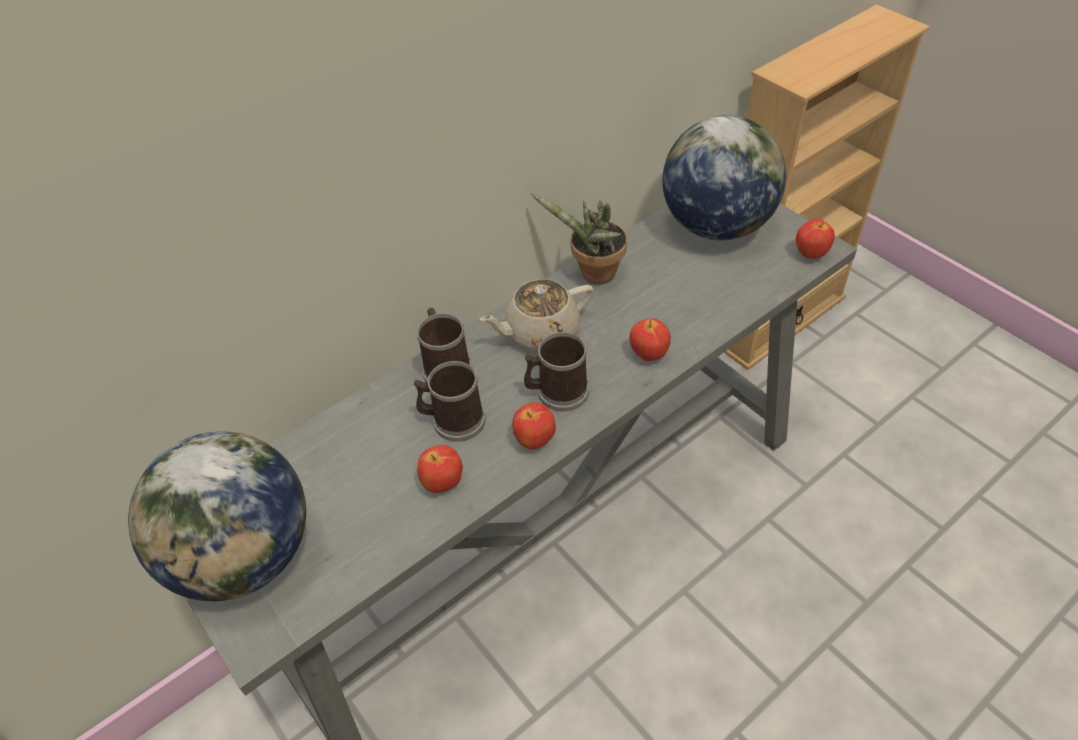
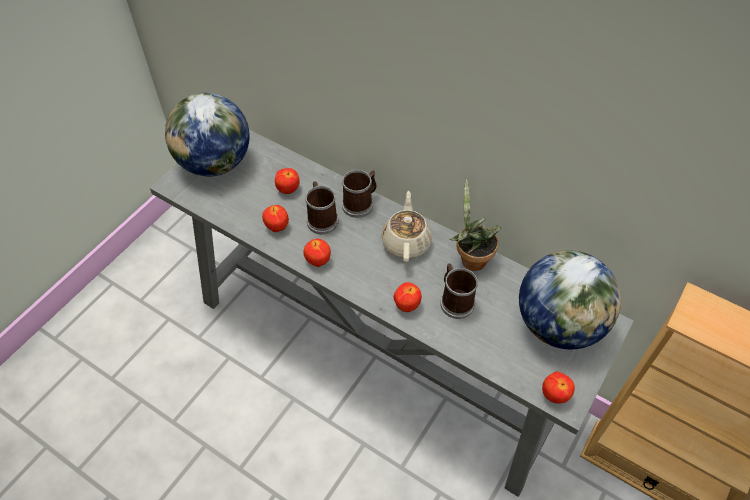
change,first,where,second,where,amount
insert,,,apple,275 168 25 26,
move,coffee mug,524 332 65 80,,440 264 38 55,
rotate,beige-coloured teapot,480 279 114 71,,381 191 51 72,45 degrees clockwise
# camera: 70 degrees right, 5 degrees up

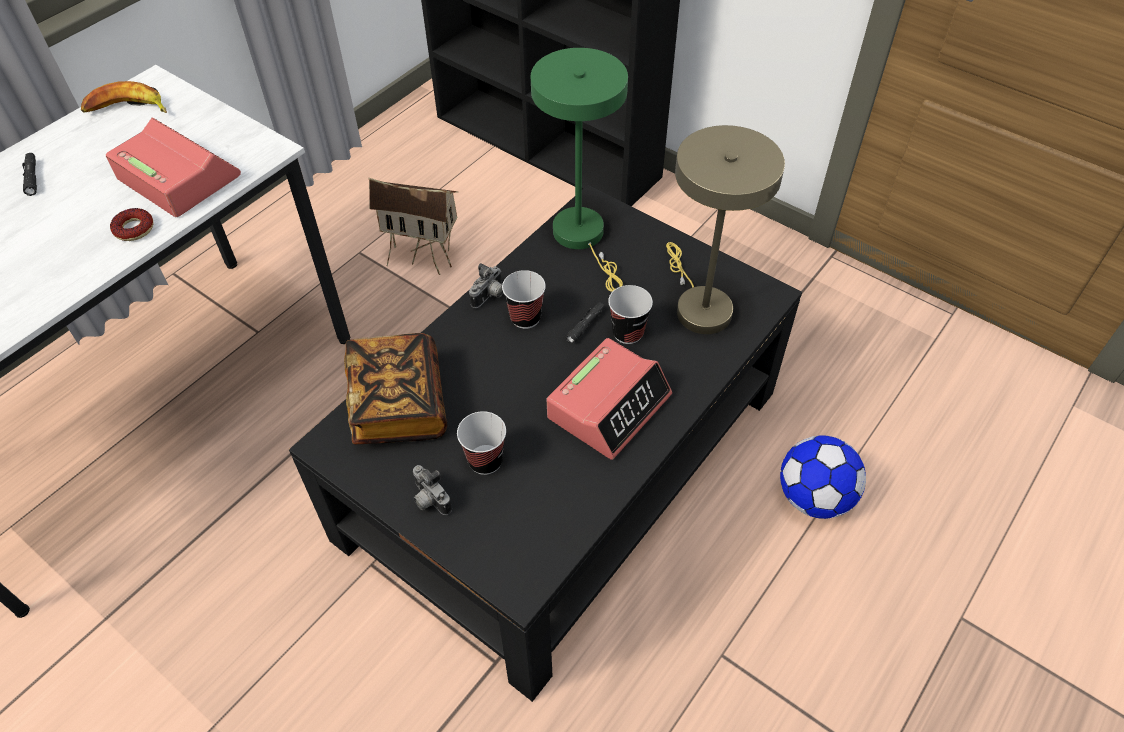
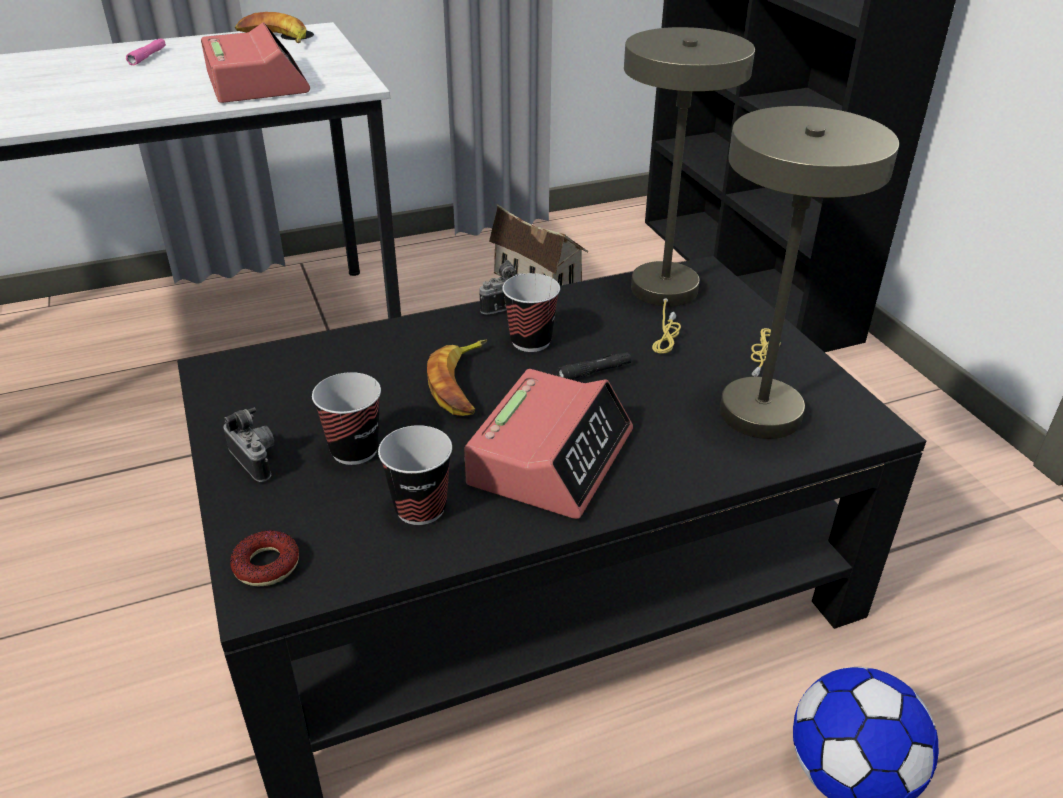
change,first,where,second,where,amount
delete,book,344 333 103 111,,,
insert,,,banana fruit,427 339 60 77,
move,ring doughnut,110 208 43 33,,230 530 69 56,
move,drinking cup,608 285 45 59,,378 425 74 100,
recolor,black hand torch,22 153 15 43,pinkish hand torch,126 38 40 27,
recolor,green-coloured table lamp,530 48 98 244,beige-coloured table lamp,624 27 131 327,
rotate,still camera,413 465 39 50,,223 407 52 75,150 degrees clockwise
rotate,bedside clock,547 338 125 122,,464 369 169 150,45 degrees counterclockwise
# camera: 30 degrees right, 15 degrees down

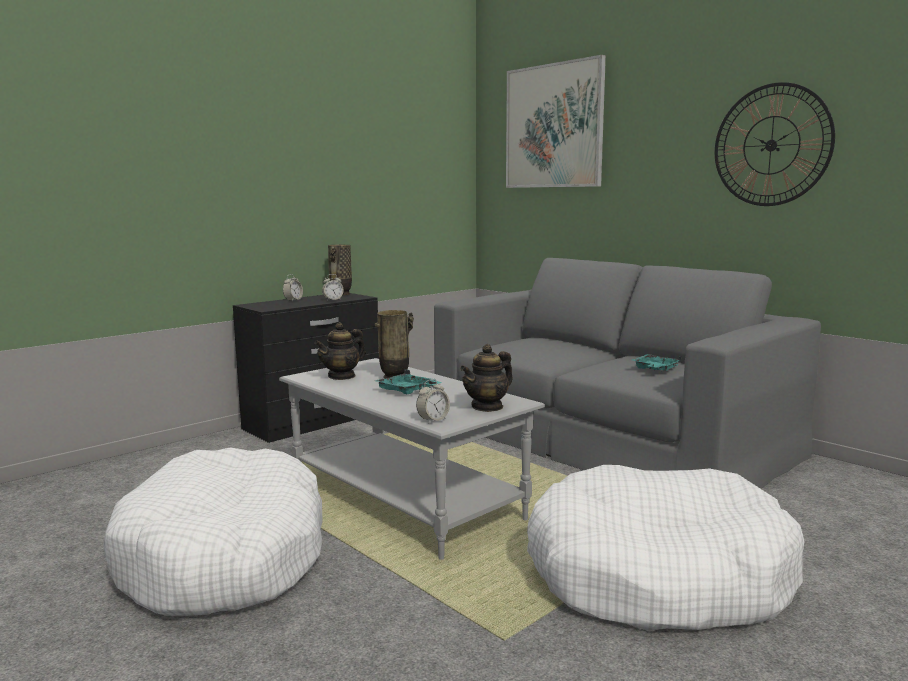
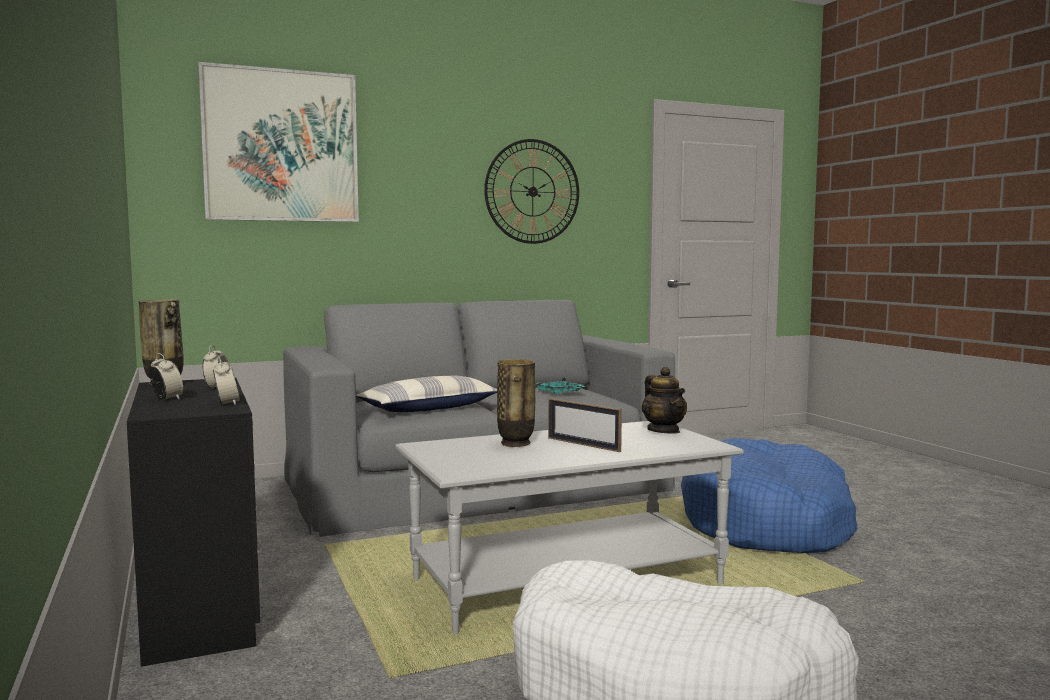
change,first,where,second,where,amount
delete,teapot,314 322 52 58,,,
insert,,,pillow,356 376 141 36,
move,bedside clock,416 379 34 45,,213 356 27 49,
replace,blue-green serving tray,375 369 67 25,picture frame,548 398 74 54,
recolor,whitish pet bed,527 465 278 166,blue-coloured pet bed,681 437 177 116,
# camera: 70 degrees left, 5 degrees down

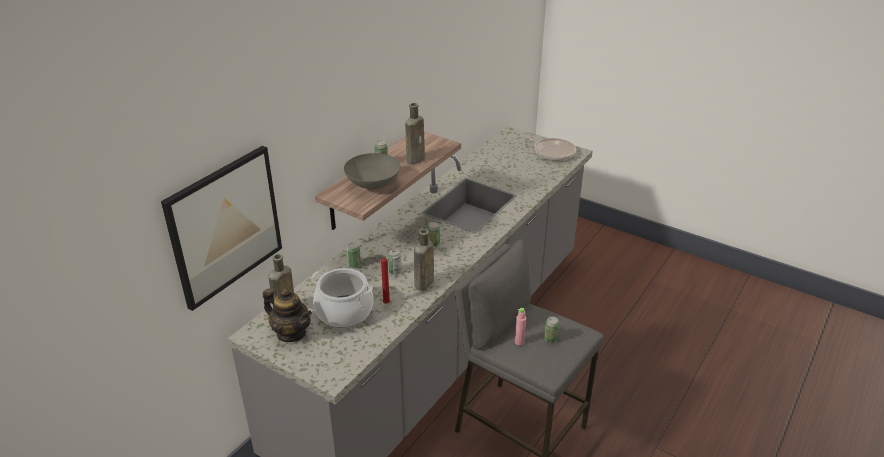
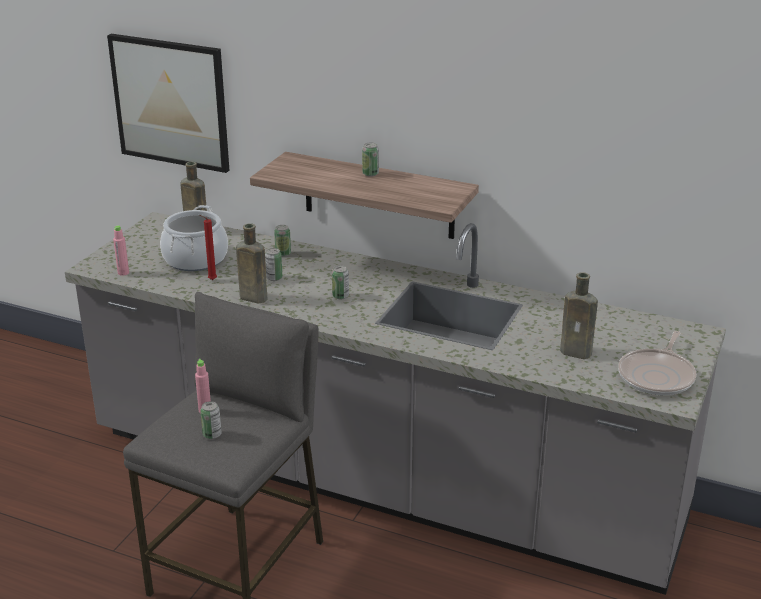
change,first,where,second,where,amount
delete,teapot,263 288 49 54,,,
delete,gray deep dish,344 153 57 37,,,
insert,,,pinkish bottle,113 225 16 51,
move,brown-coloured bottle,405 103 20 61,,560 272 38 87,
# camera: 80 degrees right, 5 degrees down

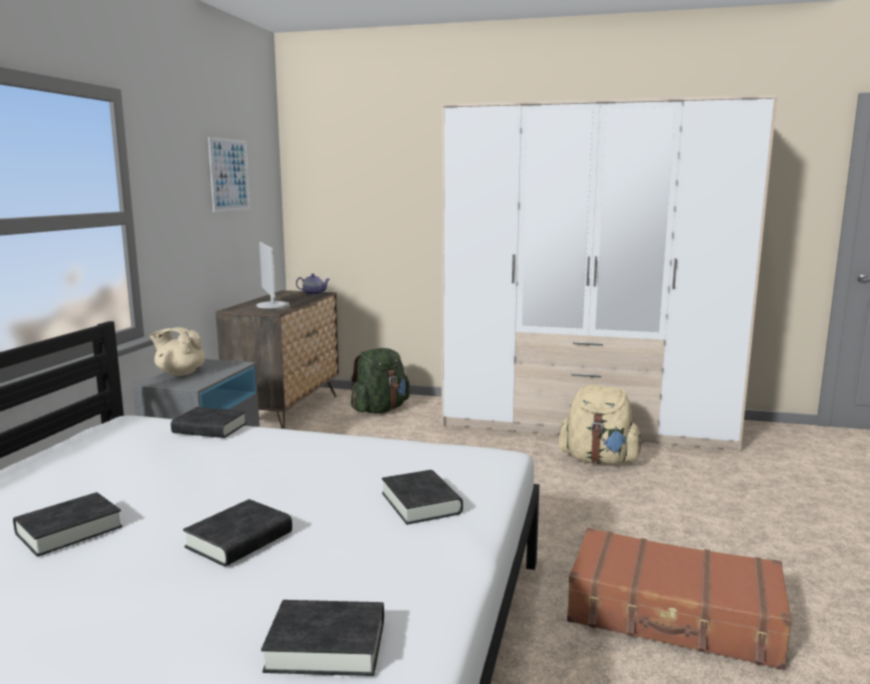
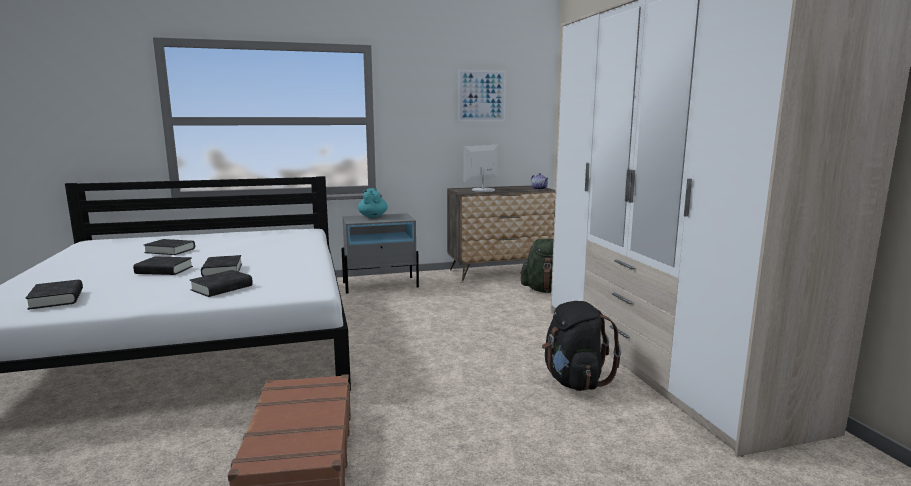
change,first,where,second,where,amount
move,black book,171 407 76 31,,201 255 41 22,
recolor,beige-coloured teapot,149 327 56 49,blue-green teapot,358 188 30 30,
recolor,beige-coloured knapsack,559 385 85 80,black knapsack,542 301 80 90,
# camera: 60 degrees right, 0 degrees up

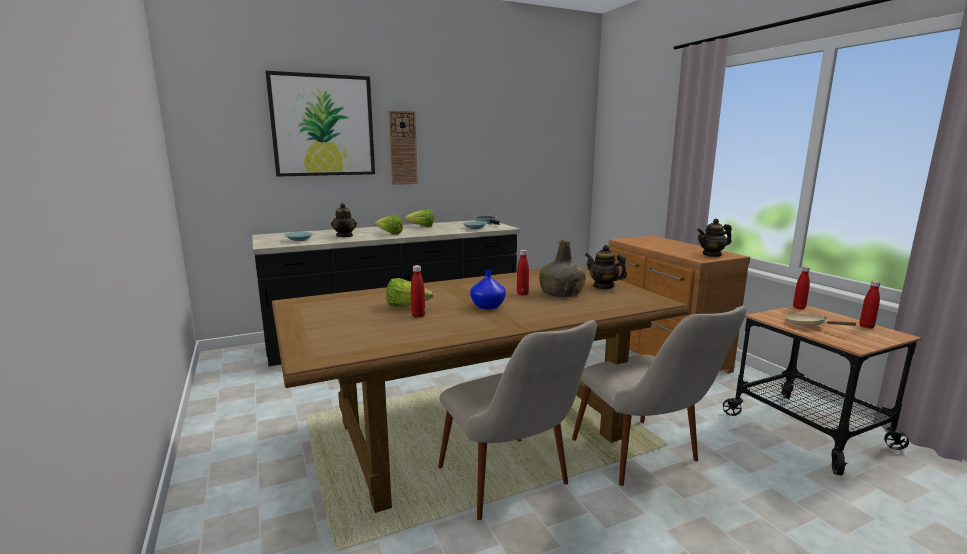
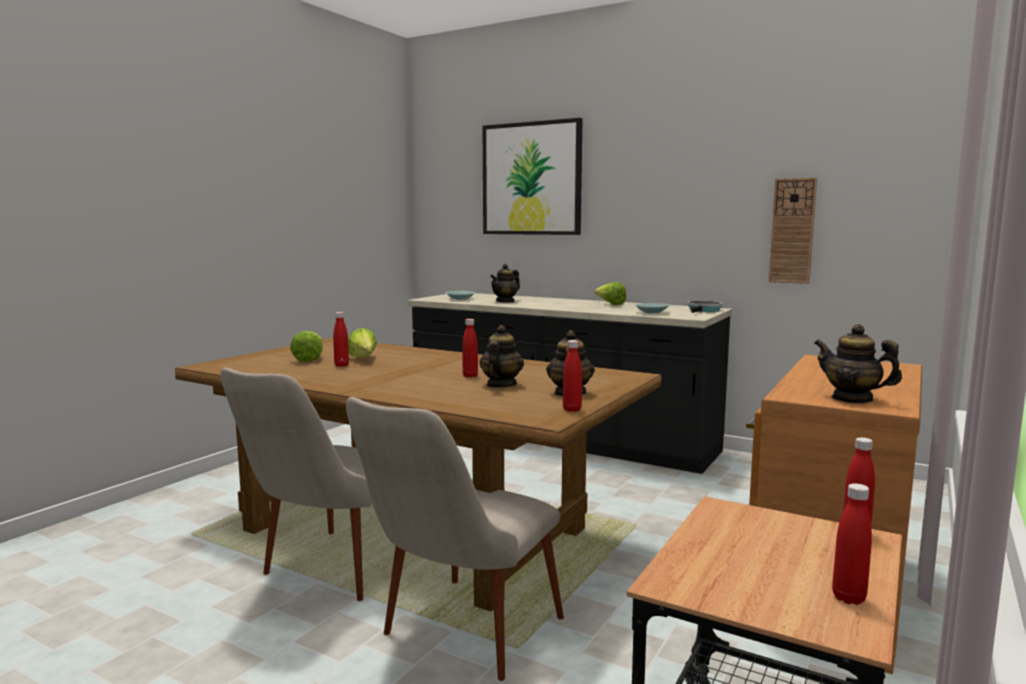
change,first,where,second,where,amount
delete,blue-coloured flower vase,470 270 36 39,,,
delete,beige-coloured skillet,785 314 72 12,,,
insert,,,reddish bottle,563 340 19 72,
move,head of lettuce,375 215 28 20,,290 331 33 31,
move,clock on the wall,389 111 29 74,,769 177 48 107,
replace,green-coloured bottle,539 240 47 57,teapot,479 325 45 63,
# camera: 55 degrees right, 5 degrees down

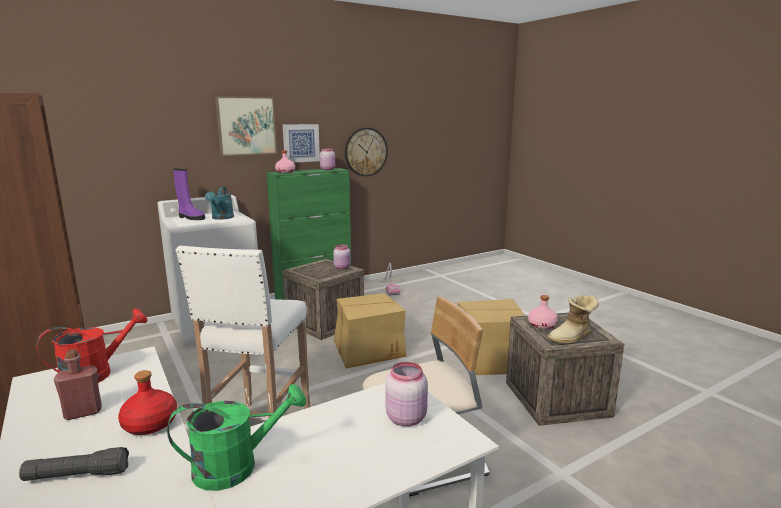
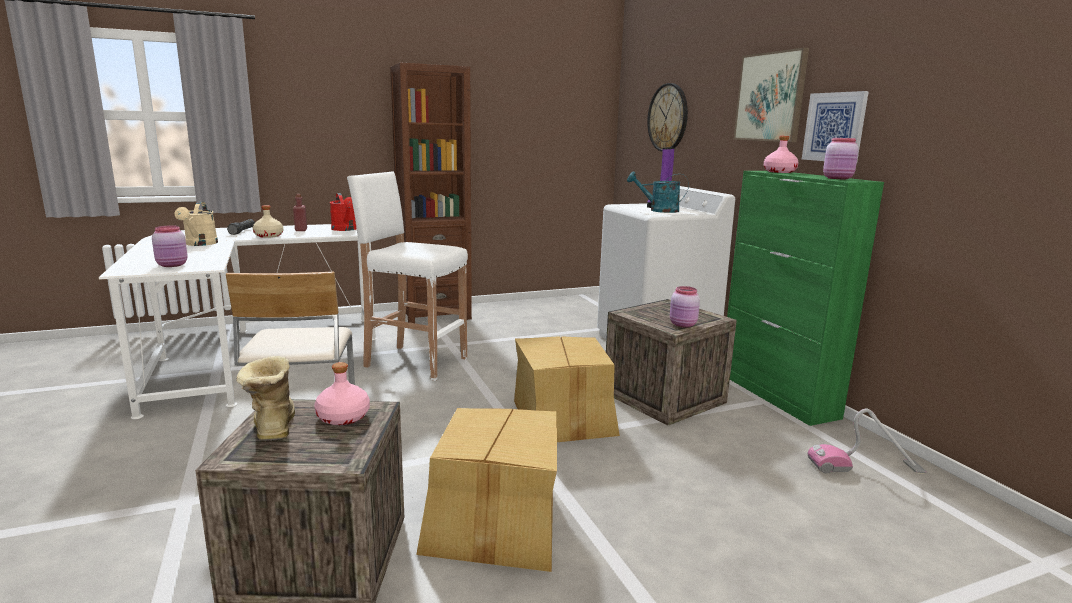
change,first,where,second,where,amount
move,clock on the wall,345 128 43 48,,647 83 41 69,
recolor,reddish bottle,118 370 59 65,beige-coloured bottle,253 205 30 33,
recolor,green-coloured watering can,167 384 139 107,beige-coloured watering can,174 201 44 45,
# camera: 100 degrees right, 0 degrees up

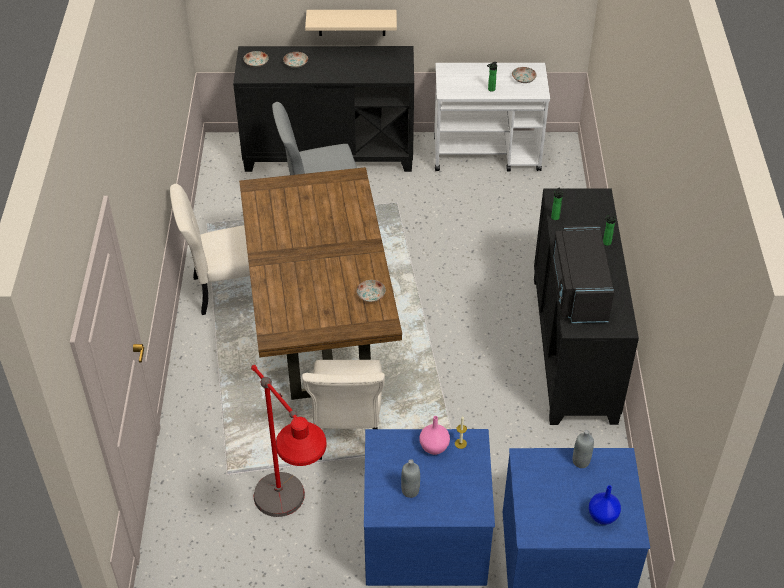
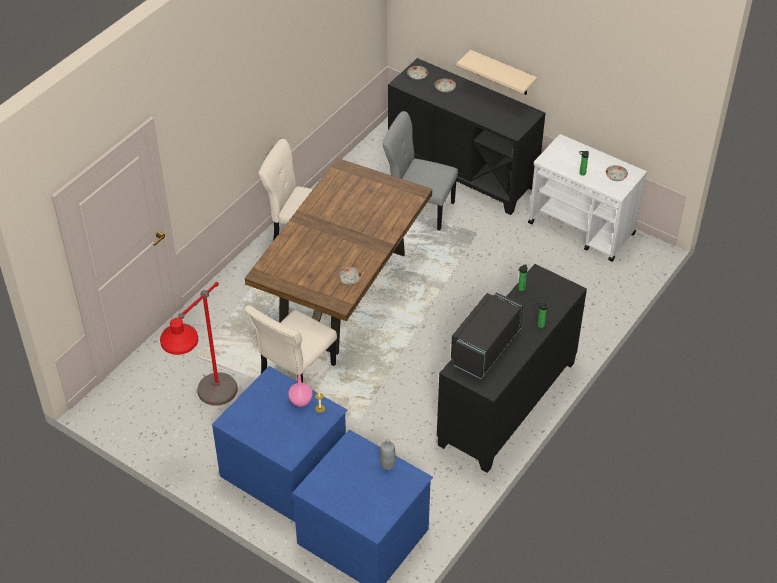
change,first,where,second,where,amount
delete,gray bottle,401 459 19 39,,,
delete,blue-coloured flower vase,589 485 32 40,,,
# camera: 35 degrees right, 0 degrees up

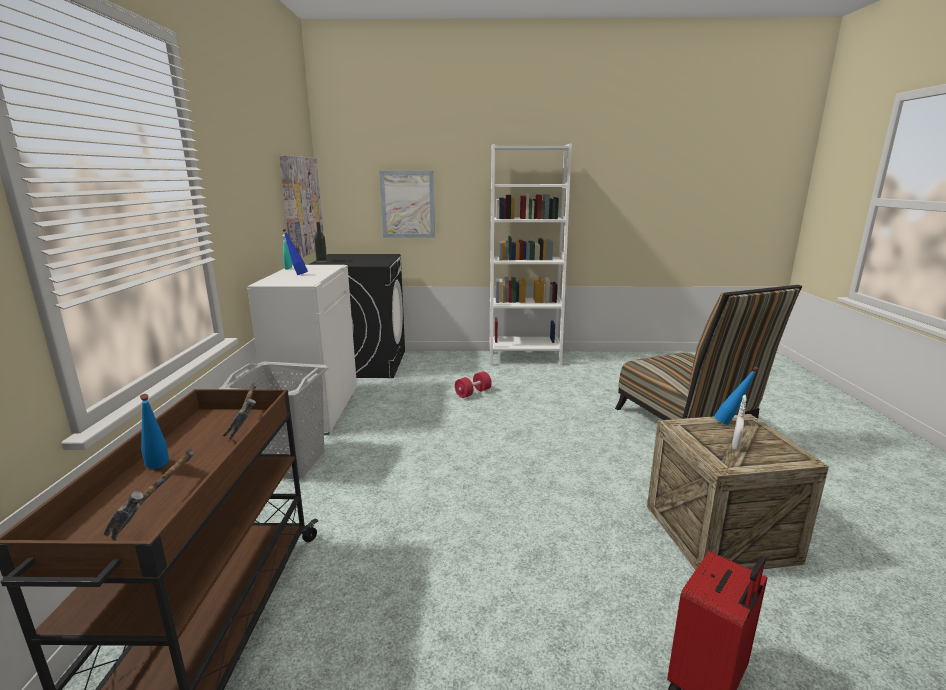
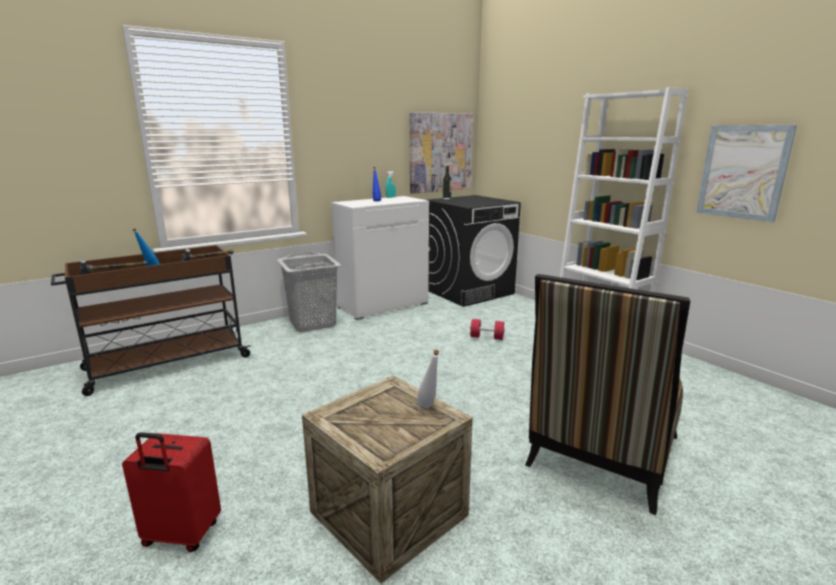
change,first,where,second,where,amount
delete,whitish hand sprayer,732 395 15 55,,,
move,wall art,379 171 56 67,,696 125 101 97,
recolor,blue-coloured bottle,714 366 45 59,whitish bottle,417 350 22 58,
# camera: 55 degrees right, 0 degrees up

